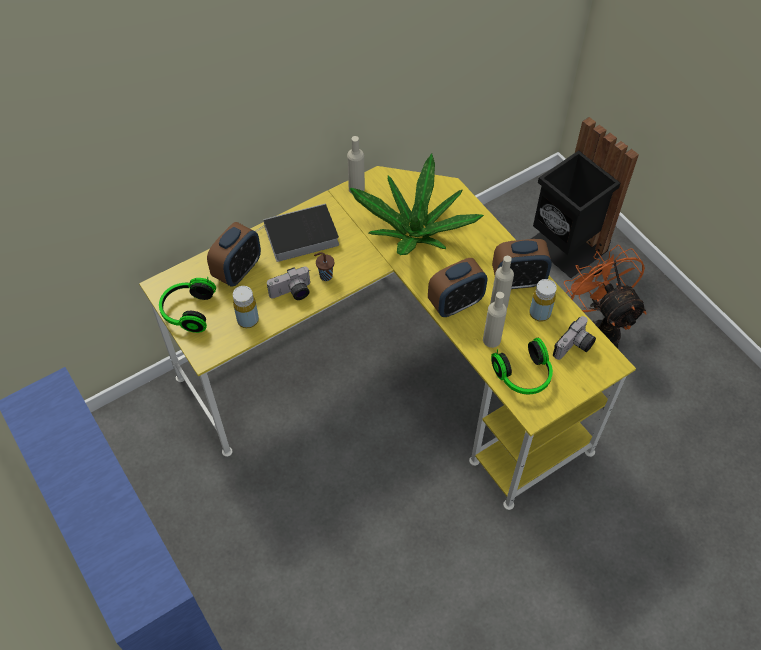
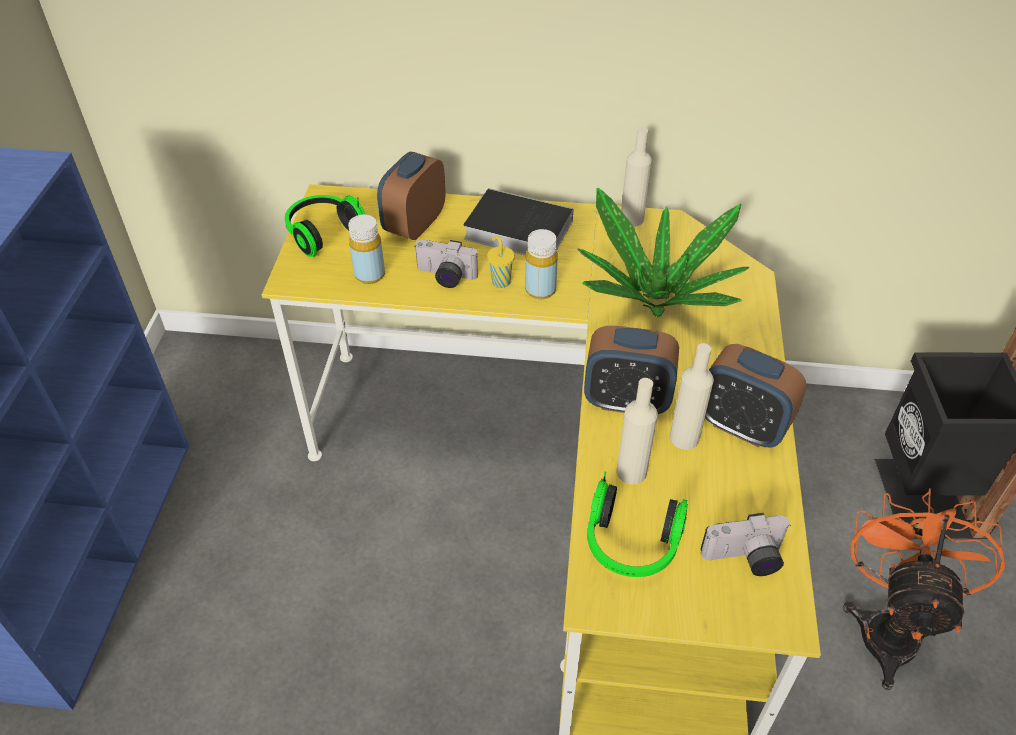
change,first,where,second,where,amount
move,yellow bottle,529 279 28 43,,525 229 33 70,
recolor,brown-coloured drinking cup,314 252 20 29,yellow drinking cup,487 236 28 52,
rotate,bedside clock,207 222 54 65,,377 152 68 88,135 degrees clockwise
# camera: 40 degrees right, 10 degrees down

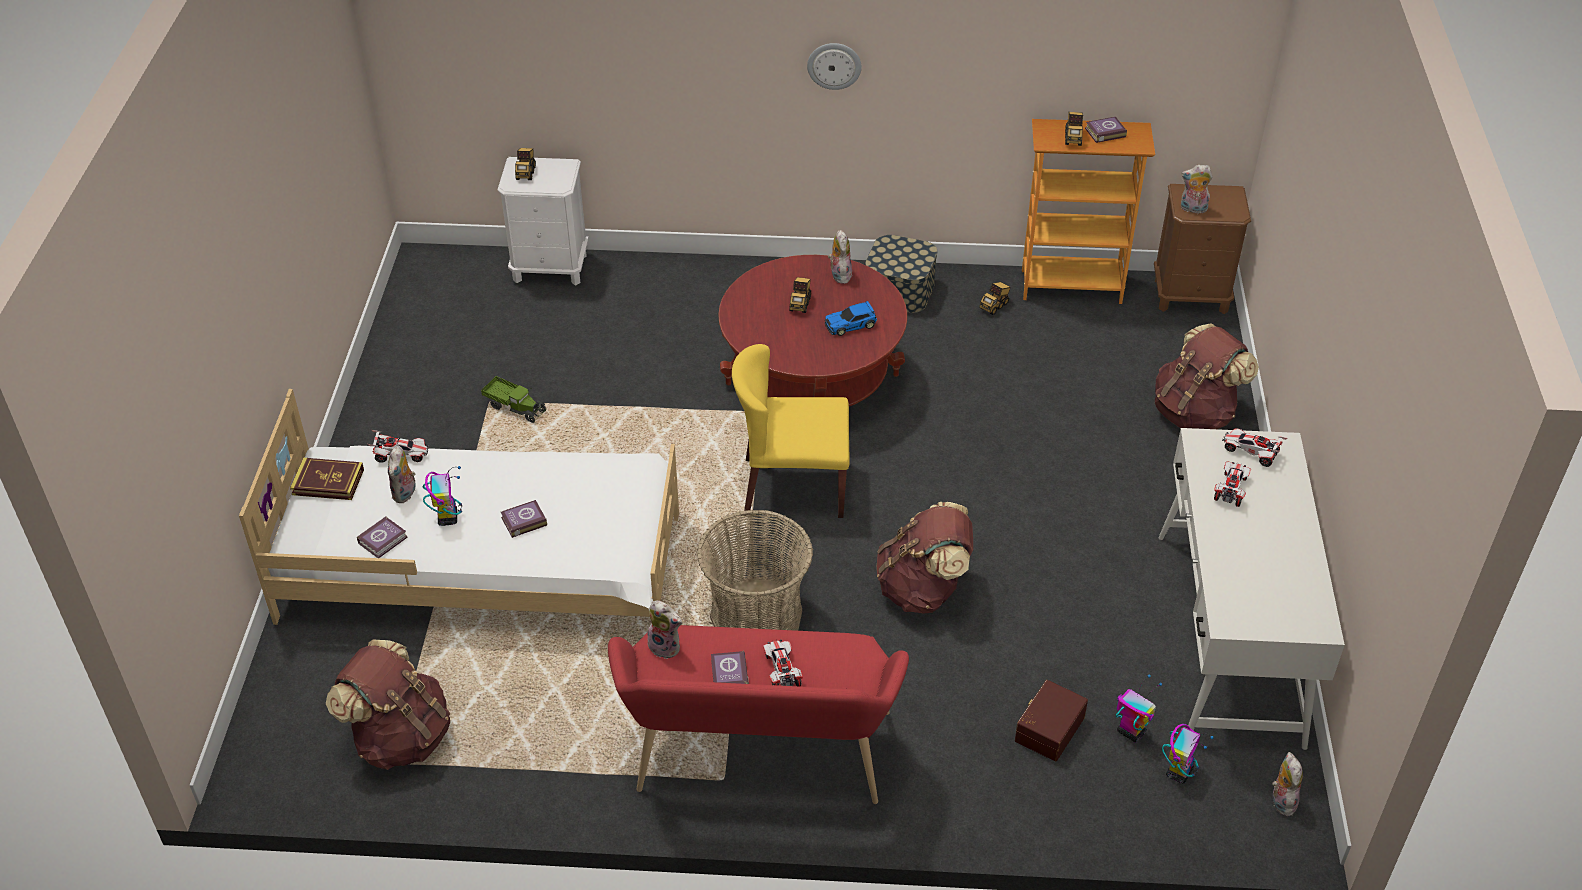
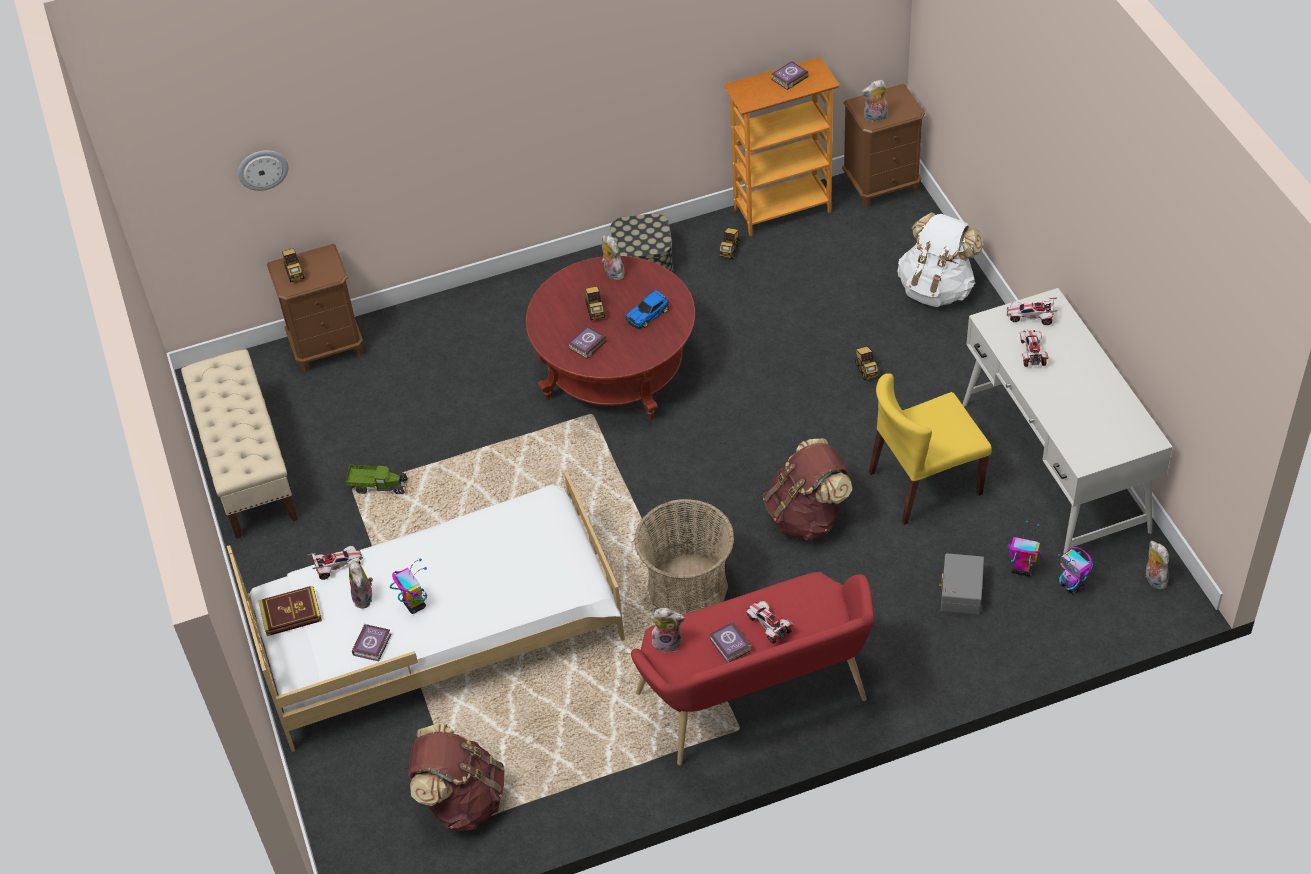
change,first,where,second,where,amount
insert,,,beige-coloured bench,181 349 117 190,
move,book,501 500 46 38,,568 326 39 33,
move,yellow plain chair,732 344 118 174,,869 373 123 152,
move,clock on the wall,807 43 55 47,,238 150 51 41,
move,toy truck,1065 112 18 34,,855 346 24 34,
recolor,whitish night table,497 157 92 129,brown-coloured night table,267 244 96 128,
recolor,brown-coloured storage bin,1015 680 73 81,gray storage bin,939 553 45 61,
recolor,brown-coloured knapsack,1155 323 104 106,whitish knapsack,898 212 86 95,
rotate,robot figure,1162 724 52 59,,1057 547 36 48,135 degrees clockwise
# camera: 20 degrees left, 5 degrees up

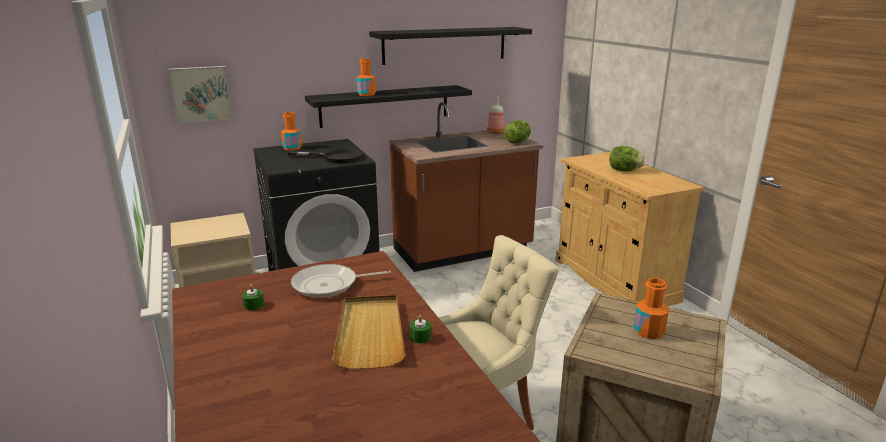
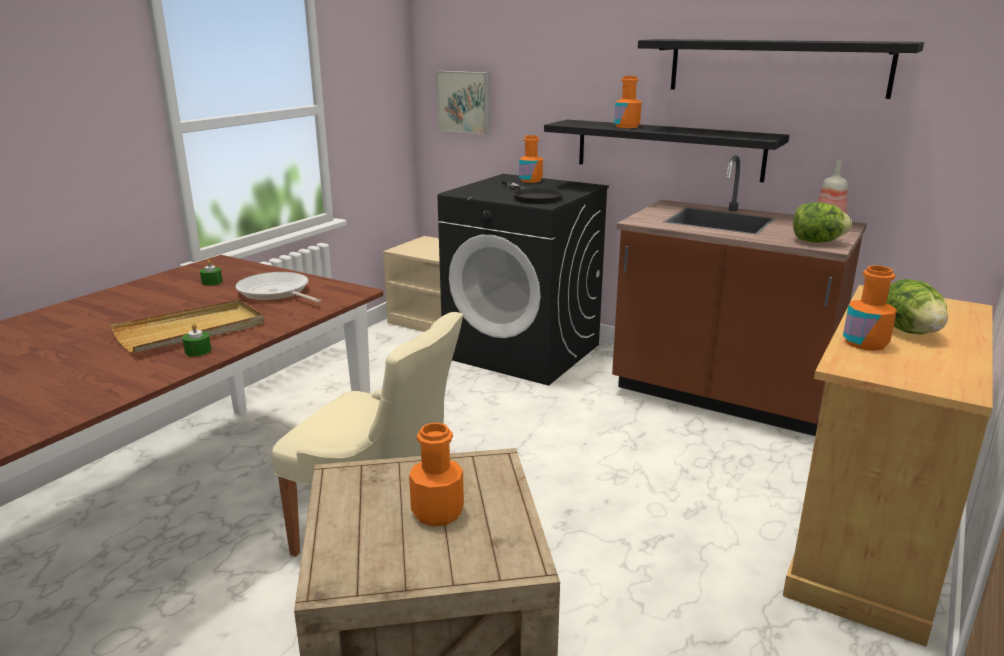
change,first,where,second,where,amount
insert,,,orange bottle,843 265 54 86,
# camera: 55 degrees right, 0 degrees up

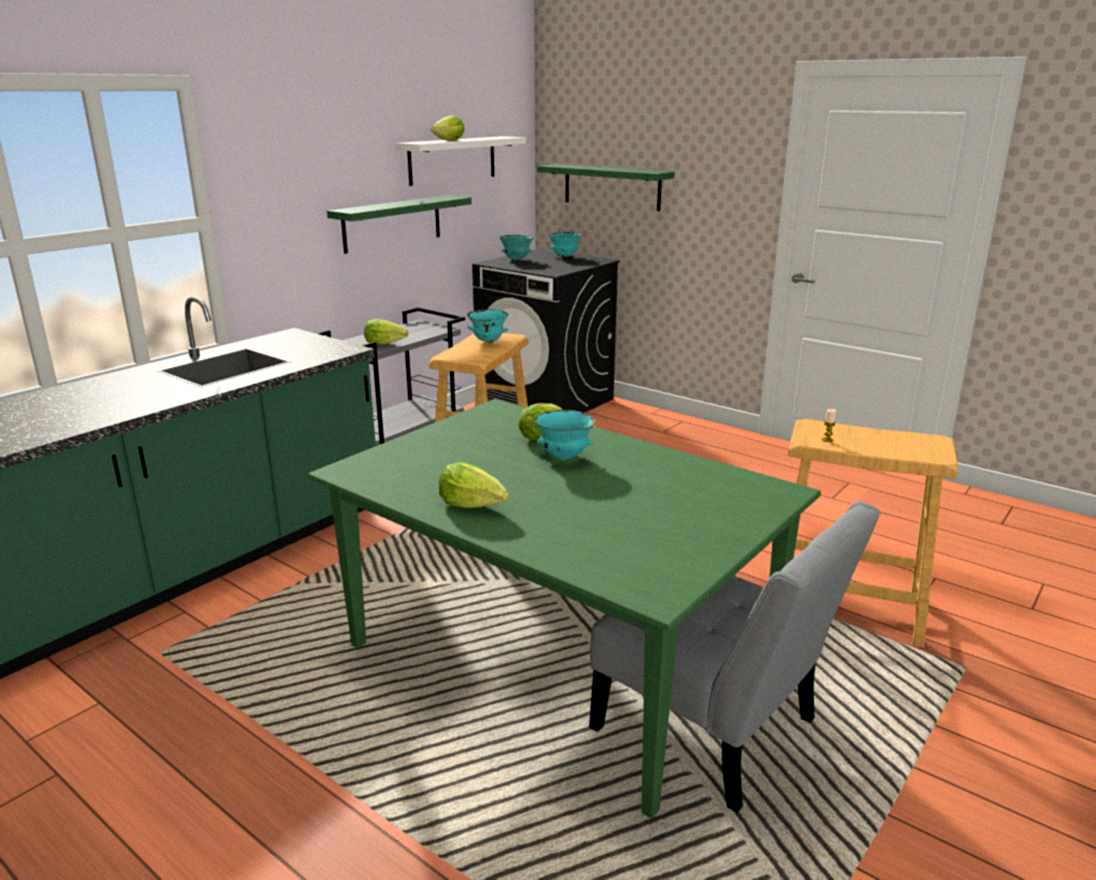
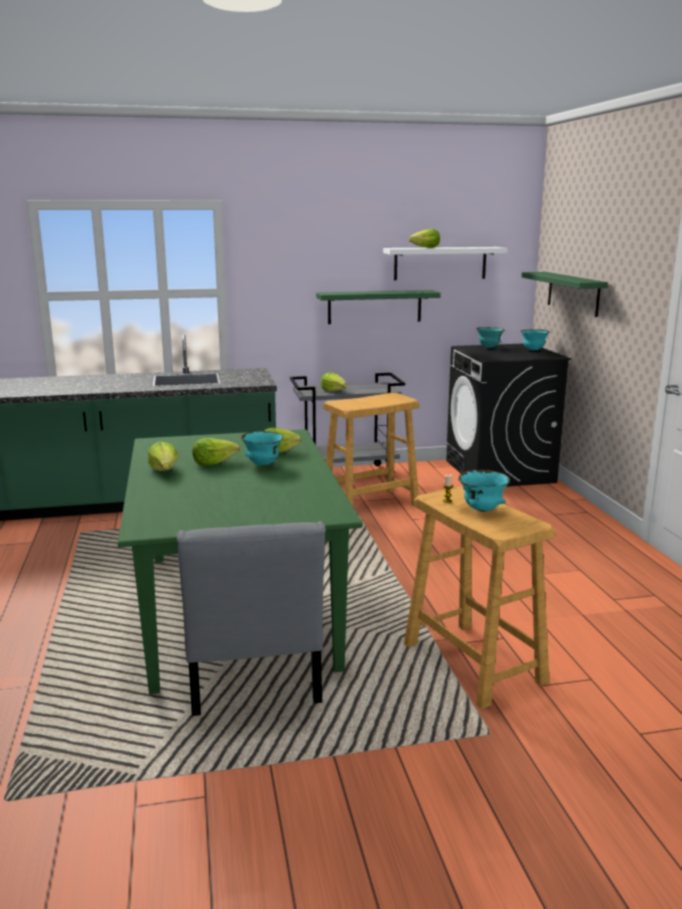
change,first,where,second,where,amount
insert,,,head of lettuce,192 438 48 28,
move,blue-green deep dish,467 309 41 33,,458 470 52 42,
# camera: 40 degrees right, 5 degrees down

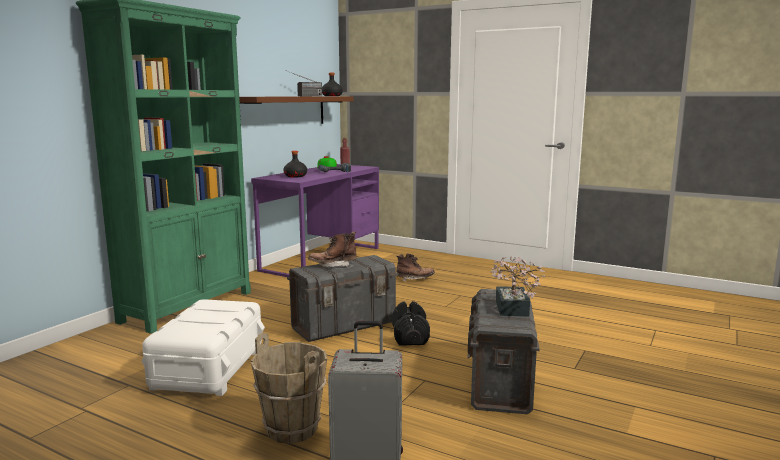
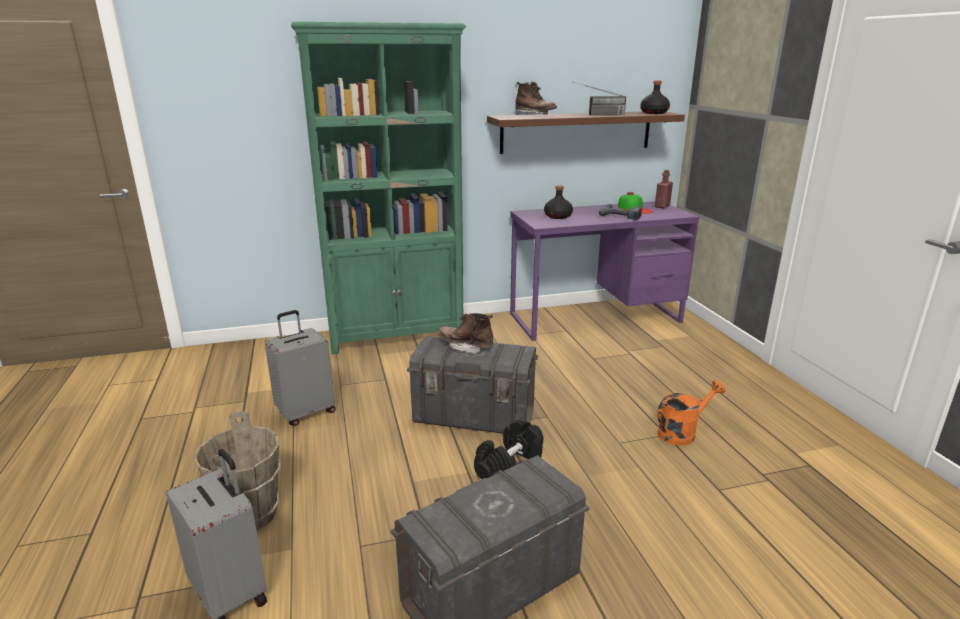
change,first,where,second,where,amount
delete,houseplant,491 256 54 61,,,
insert,,,orange watering can,657 380 68 66,
move,brown-coloured tall boot,396 254 39 28,,515 82 42 33,
replace,whitish storage bin,142 299 123 97,gray piece of luggage,265 310 71 116,
# camera: 45 degrees right, 10 degrees up

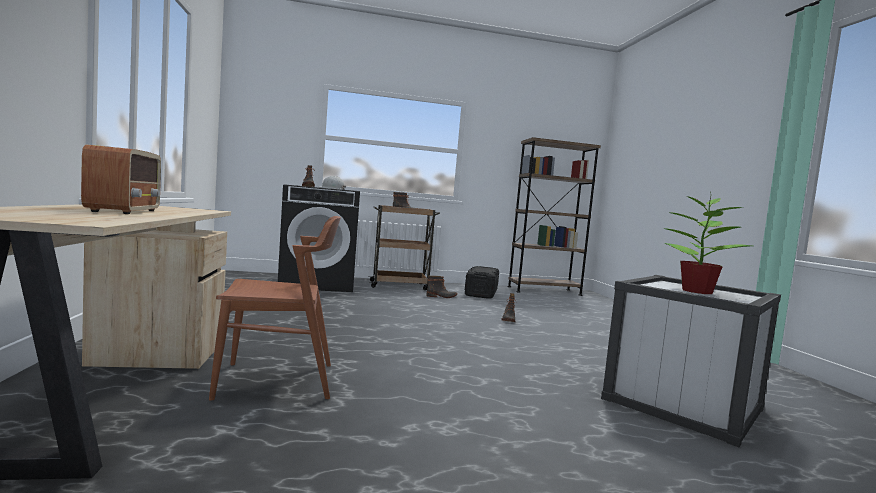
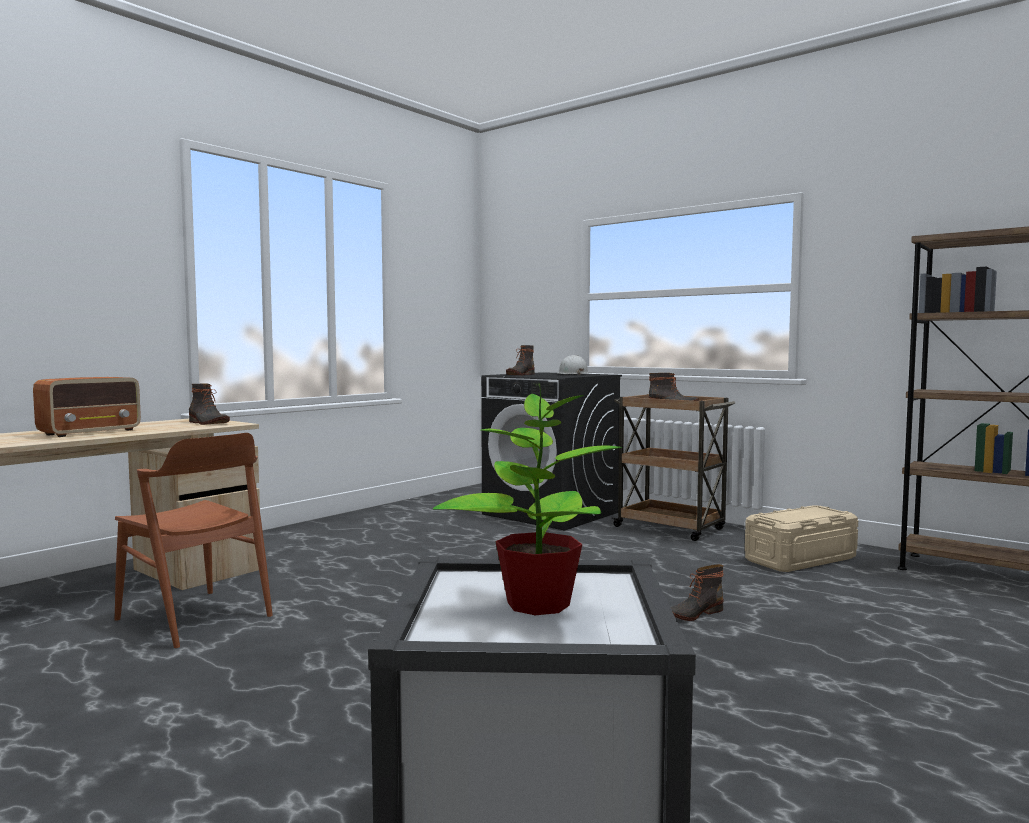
change,first,where,second,where,amount
move,tall boot,426 276 31 22,,189 383 41 42,
recolor,black storage bin,465 266 34 33,beige-coloured storage bin,745 505 113 67,
# camera: 50 degrees right, 0 degrees up

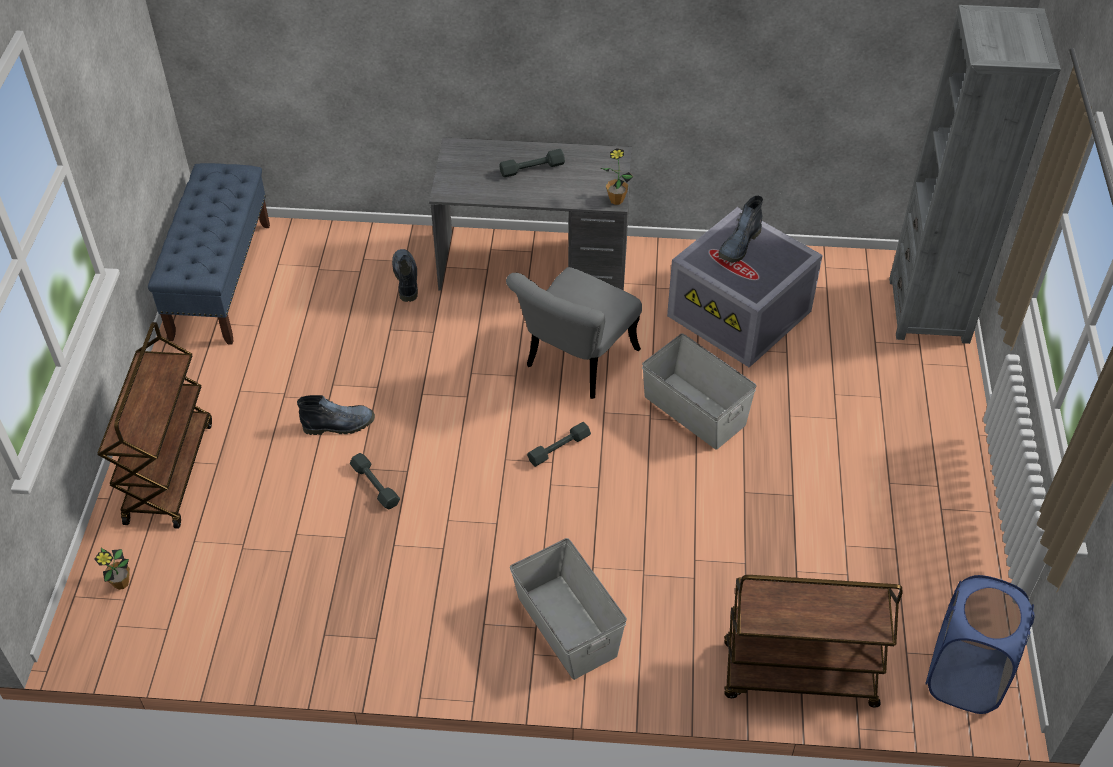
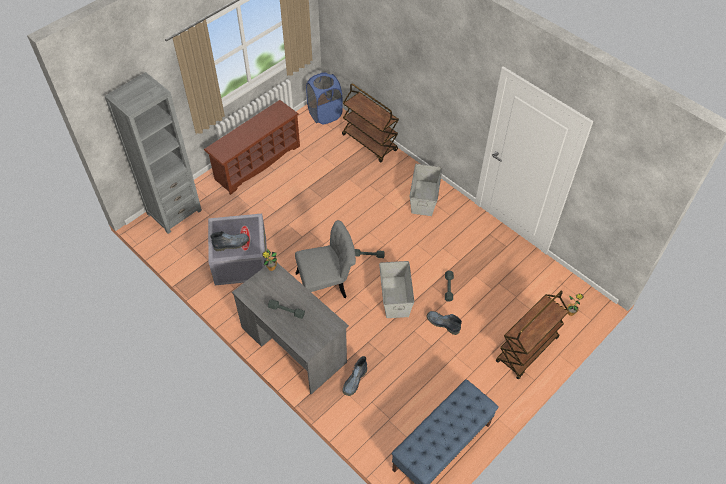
change,first,where,second,where,amount
insert,,,brown-coloured shoe rack,204 100 96 95,
move,gray storage bin,642 334 115 116,,379 261 35 57,
# camera: 140 degrees left, 5 degrees up

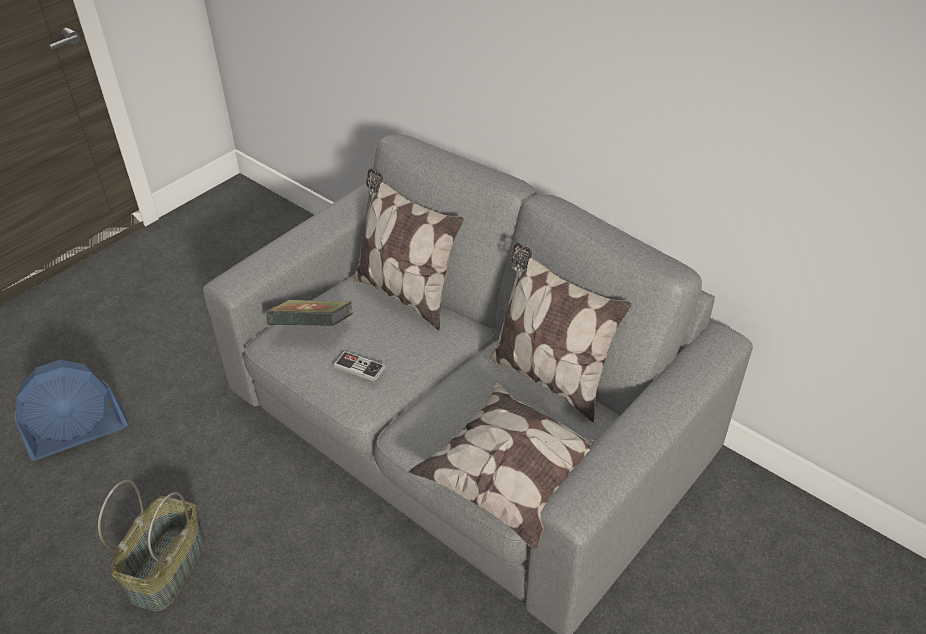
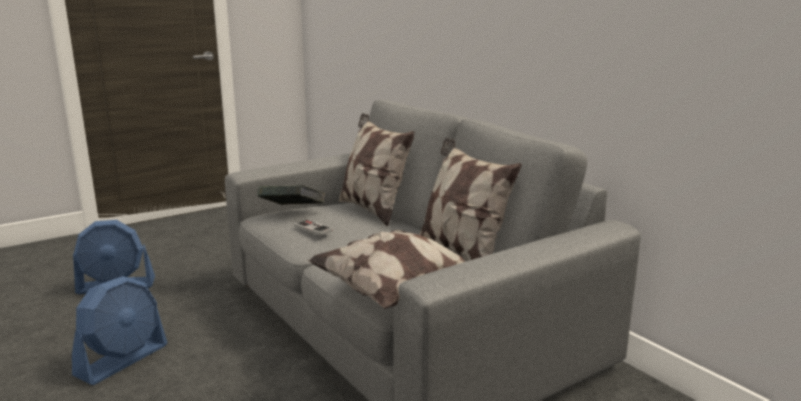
change,first,where,second,where,amount
replace,basket,98 480 108 131,blue-coloured electric fan,72 276 96 109,
# camera: 15 degrees right, 25 degrees down

